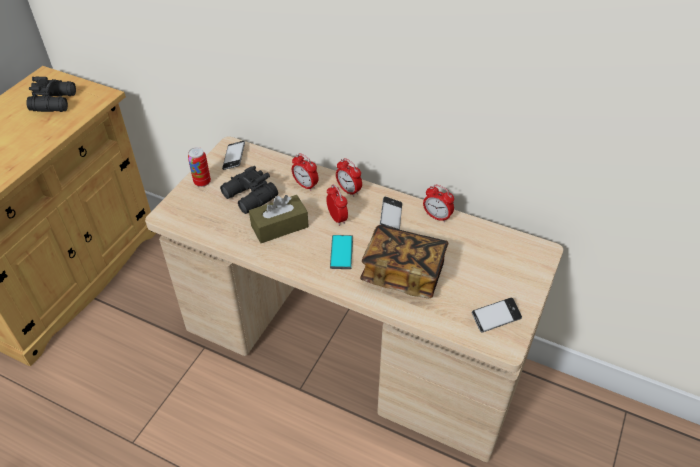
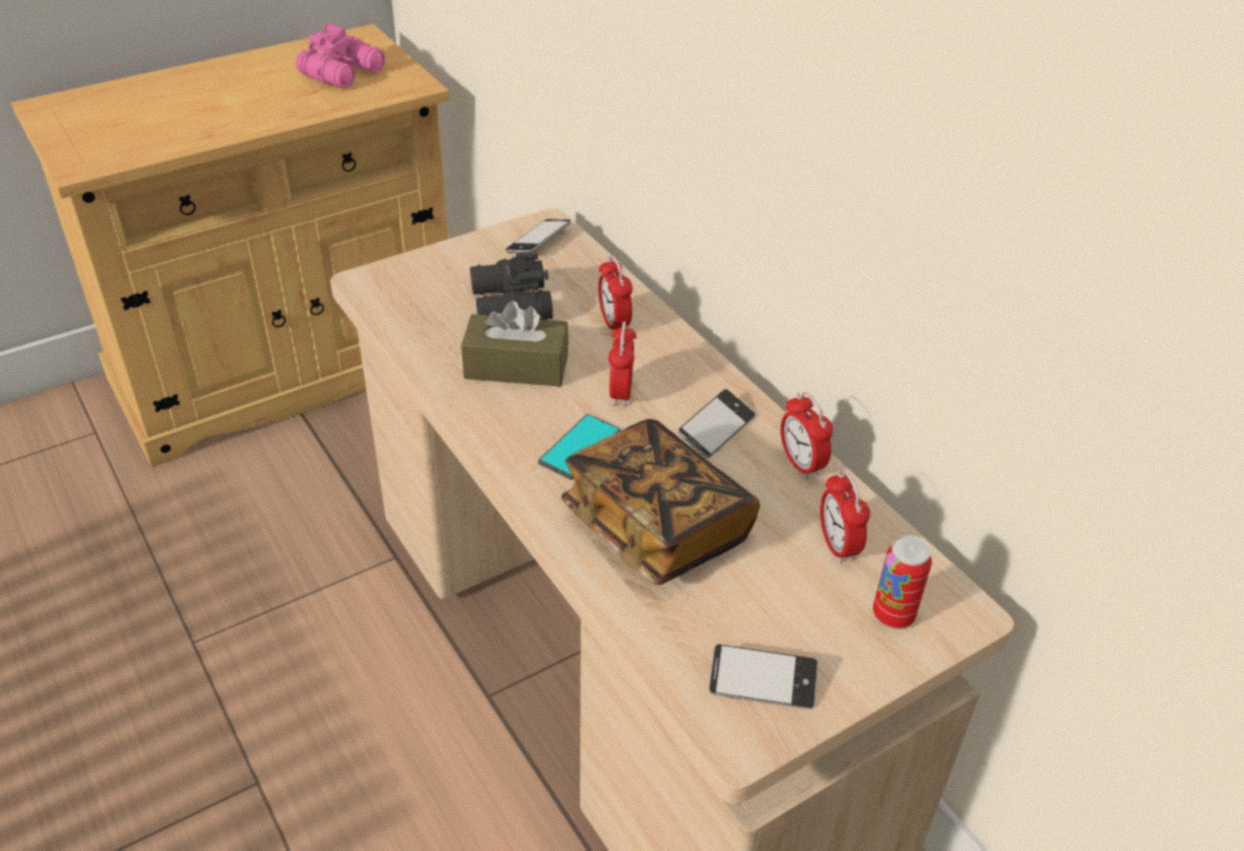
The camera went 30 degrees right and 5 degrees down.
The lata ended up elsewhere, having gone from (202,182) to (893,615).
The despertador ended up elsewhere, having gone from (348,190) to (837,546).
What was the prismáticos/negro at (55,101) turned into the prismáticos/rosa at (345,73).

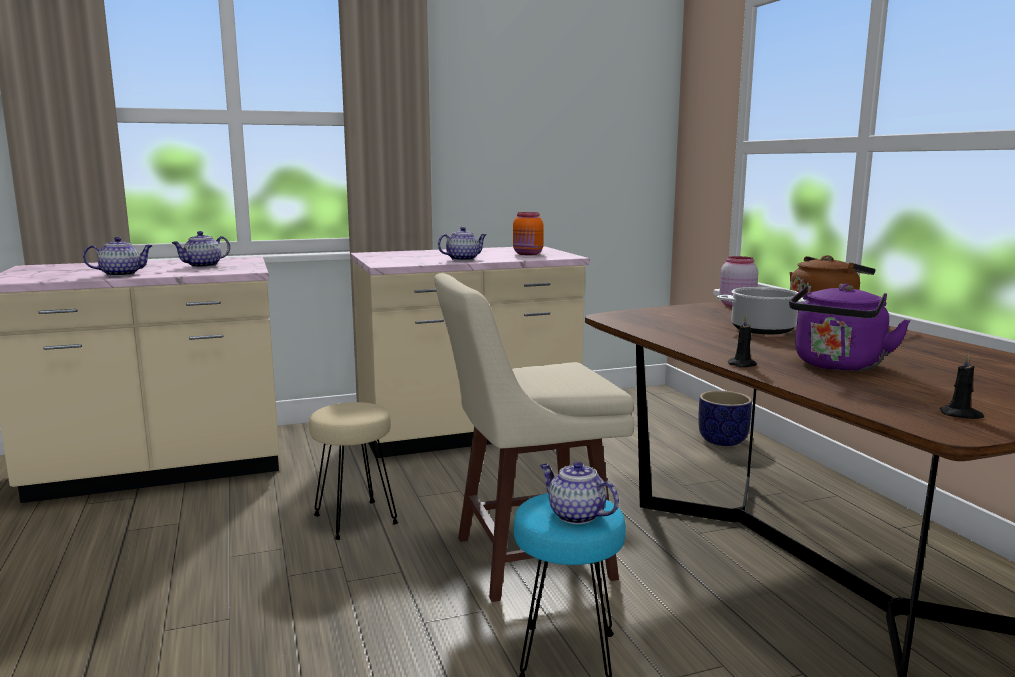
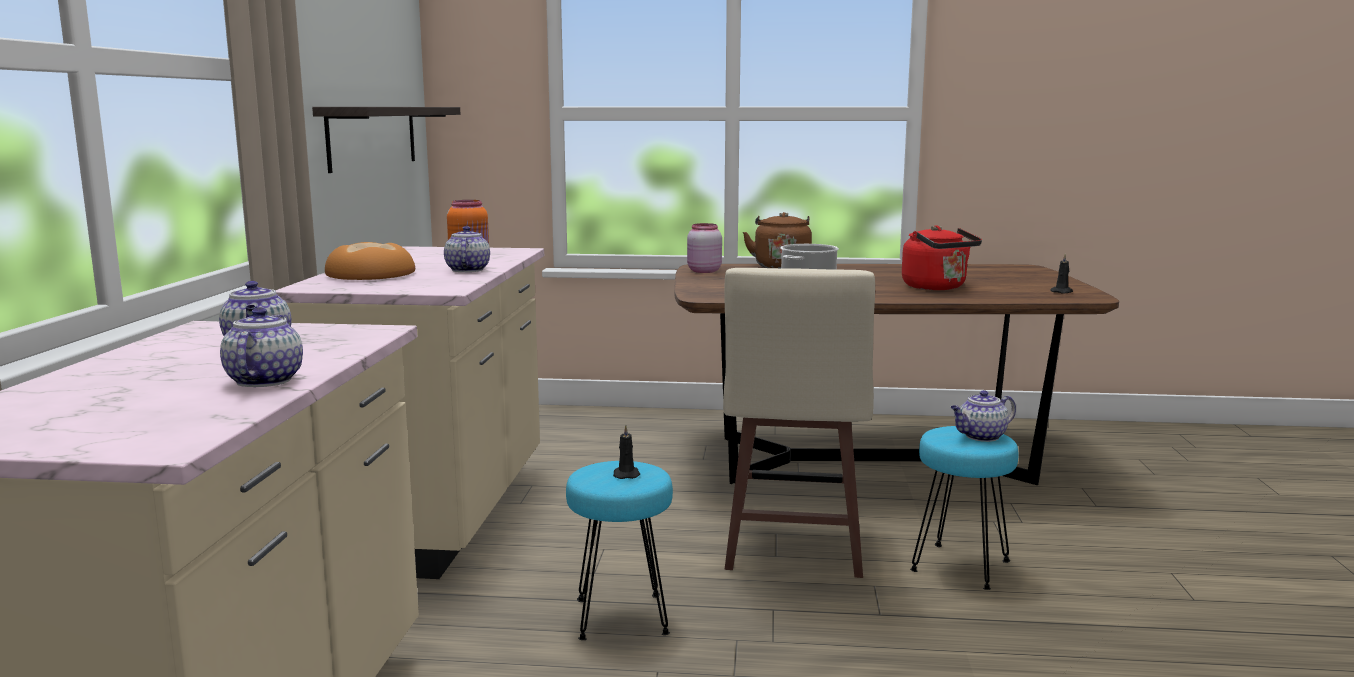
The camera went 65 degrees left and 0 degrees up.
The second view lost the maceta at (723,440).
The second view gained the estante at (373,136).
The second view gained the pan at (371,274).
The vela/negro ended up elsewhere, having gone from (743,365) to (626,474).
What was the taburete/beis at (354,520) turned into the taburete/turquesa at (621,617).
What was the hervidor/morado at (837,366) turned into the hervidor/rojo at (937,288).

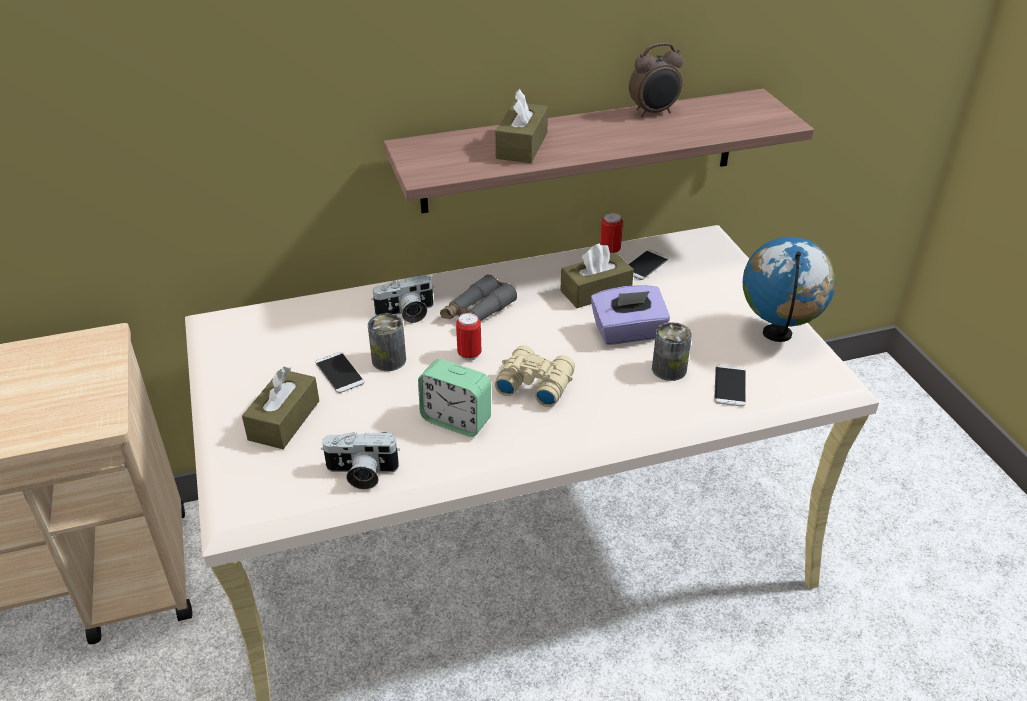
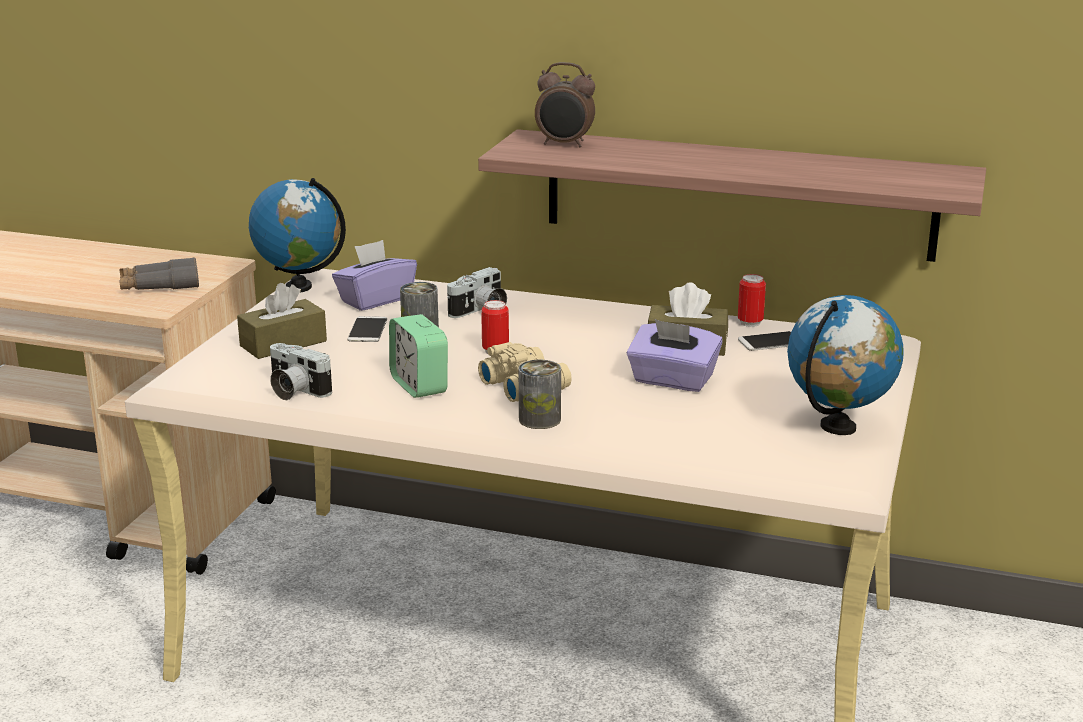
The camera went 35 degrees right and 15 degrees down.
The second view lost the caja de pañuelos/marrón at (522,145).
The second view lost the móvil at (730,386).
The second view gained the globo terráqueo at (299,287).
The second view gained the caja de pañuelos/morado at (375,300).
The prismáticos/gris ended up elsewhere, having gone from (477,312) to (160,286).
The despertador ended up elsewhere, having gone from (653,112) to (564,144).
The lata ended up elsewhere, having gone from (669,369) to (539,419).
The cámara at (406,314) ended up facing another way, 60 degrees counterclockwise from before.

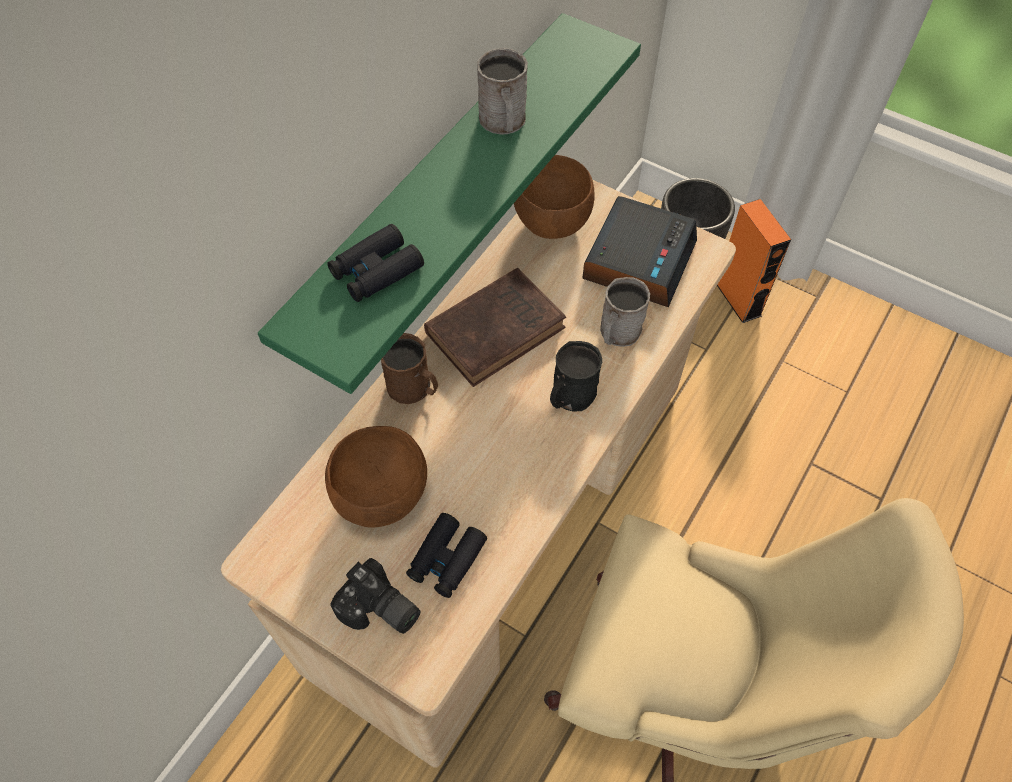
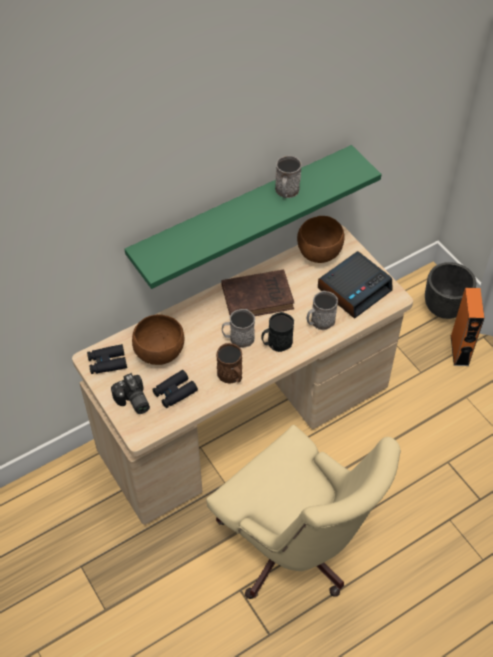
The camera went 25 degrees right and 5 degrees down.
The second view gained the taza grande/gris at (238,338).
The prismáticos/negro ended up elsewhere, having gone from (376,271) to (107,362).
The taza grande/marrón ended up elsewhere, having gone from (414,388) to (231,375).

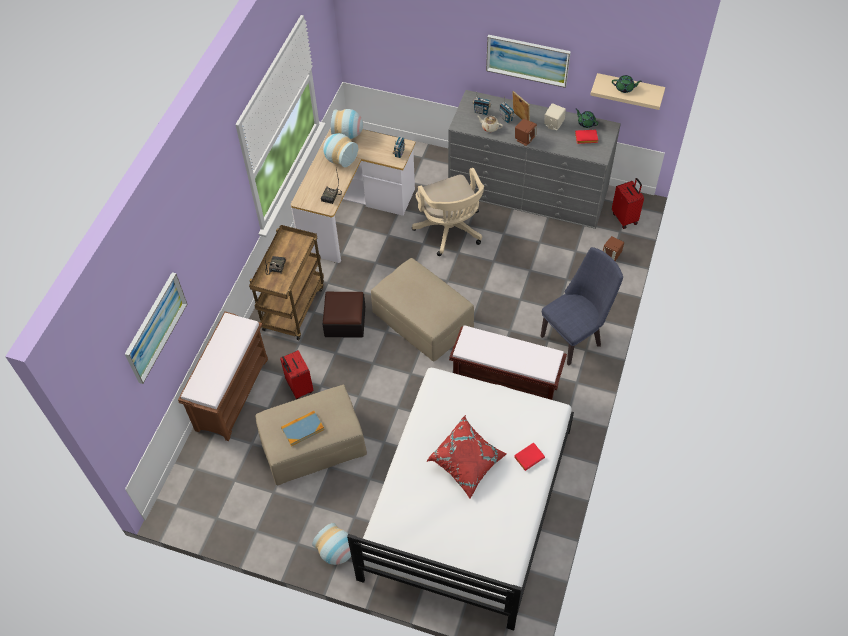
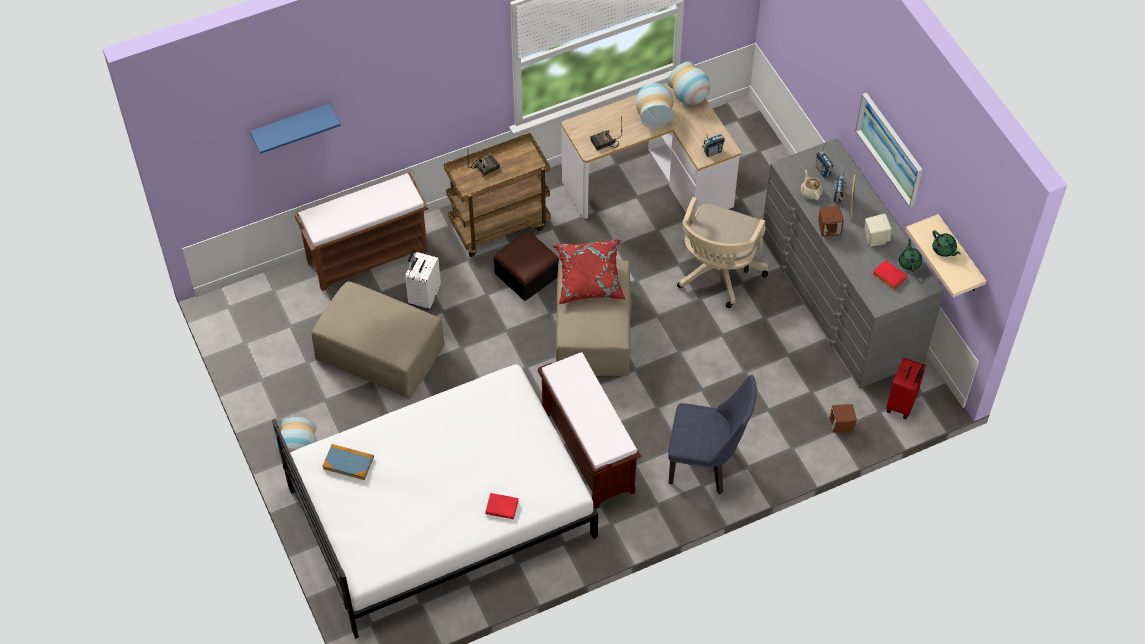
The camera went 45 degrees right and 0 degrees up.
The libro ended up elsewhere, having gone from (302,429) to (348,463).
The cojín/rojo ended up elsewhere, having gone from (467,463) to (589,281).
Where the cuadro hung at (155,327), the estante/azul came to hang at (291,127).
What was the maleta/rojo at (299,387) turned into the maleta/blanco at (424,296).

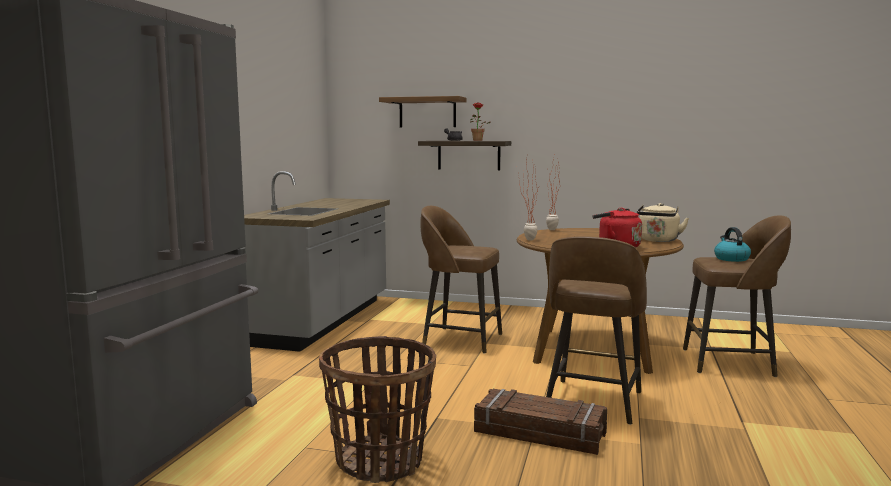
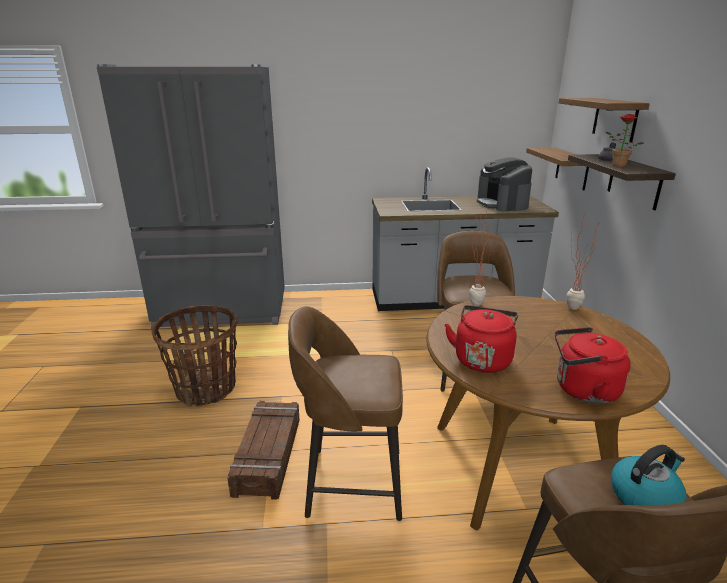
The camera went 70 degrees right and 15 degrees up.
The second view gained the cafetera at (502,204).
The second view gained the estante at (572,168).
What was the hervidor/beis at (658,240) turned into the hervidor/rojo at (582,390).

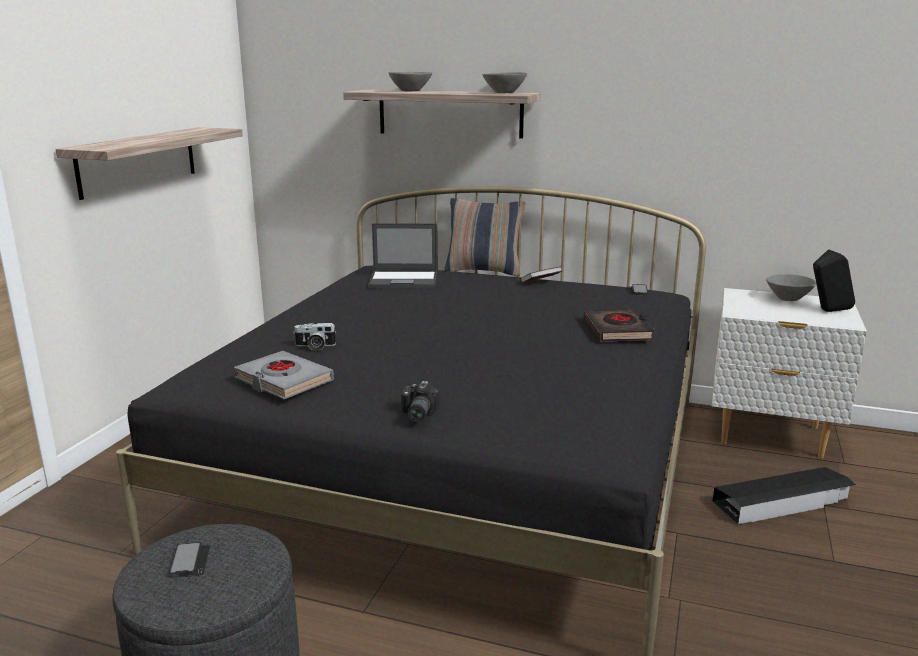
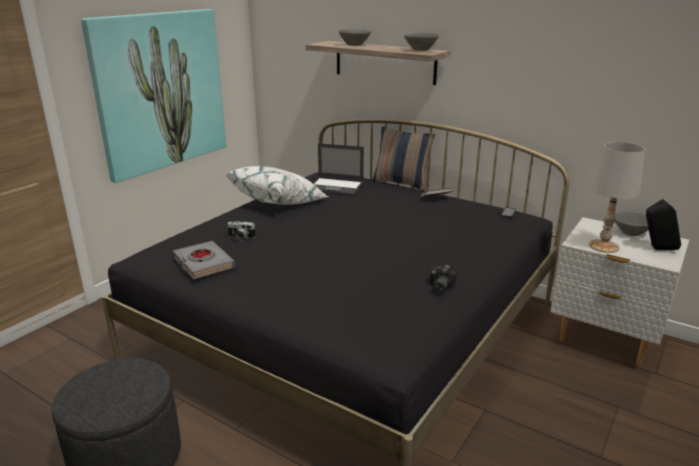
The camera went 15 degrees right and 5 degrees up.
The second view lost the móvil at (190,561).
The second view lost the libro/negro at (617,330).
The second view lost the caja de almacenaje/negro at (782,502).
The second view gained the cojín/blanco at (279,202).
The second view gained the lámpara de mesa/blanco at (604,246).
The cámara ended up elsewhere, having gone from (416,414) to (439,287).
Where the estante hung at (138,161), the cuadro came to hang at (160,91).

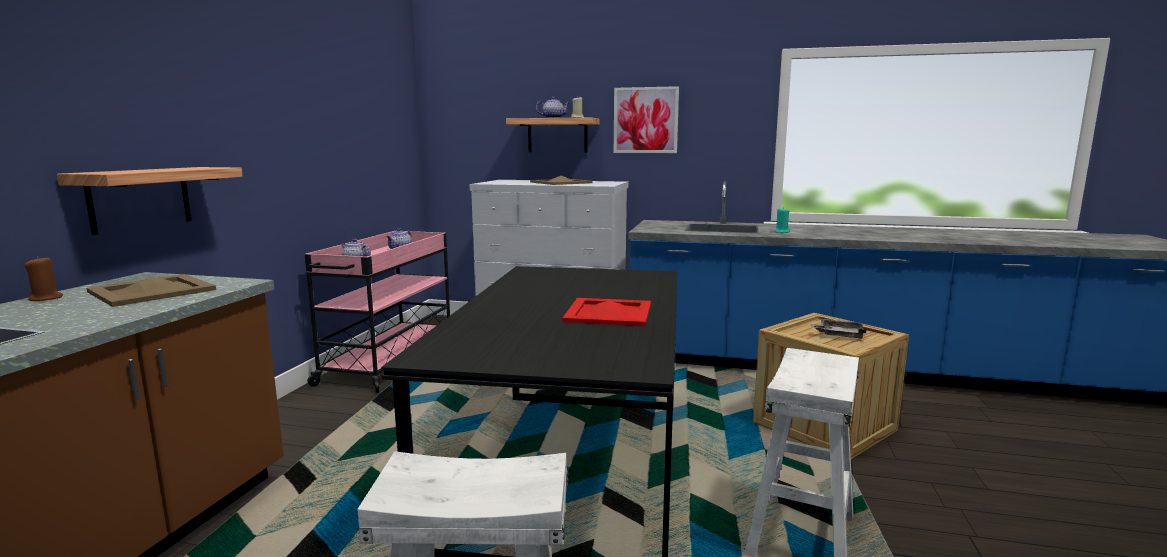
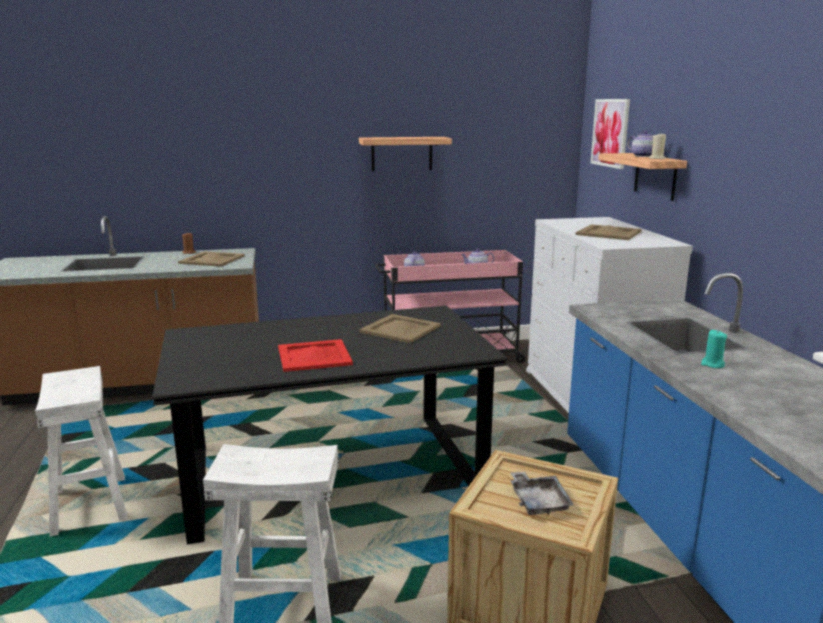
The camera went 65 degrees right and 5 degrees up.
The second view gained the bandeja/beis at (400,329).
The estante ended up elsewhere, having gone from (140,198) to (401,153).
The cuadro ended up elsewhere, having gone from (645,120) to (610,133).

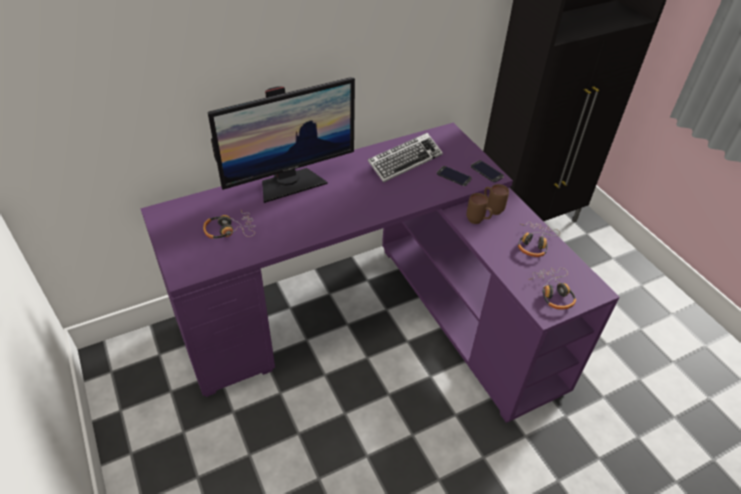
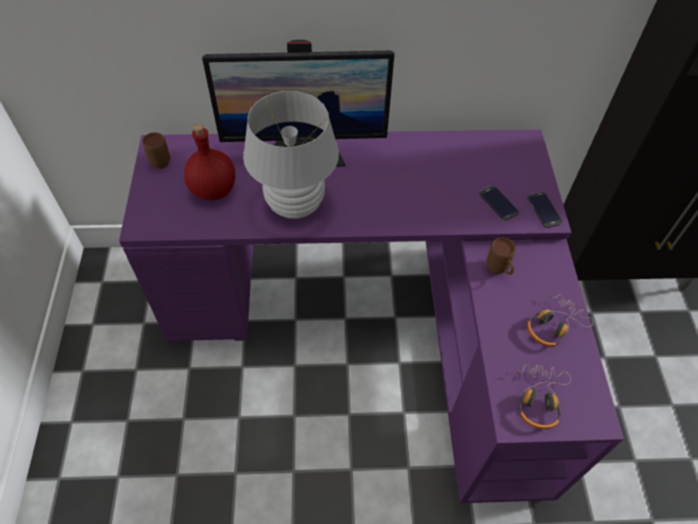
The camera went 25 degrees right and 10 degrees up.
The second view lost the teclado at (405,161).
The second view gained the lámpara de mesa/blanco at (295,204).
The taza grande/marrón ended up elsewhere, having gone from (492,209) to (160,160).
Where the auriculares stood at (230,230), the botella/rojo came to stand at (213,190).

